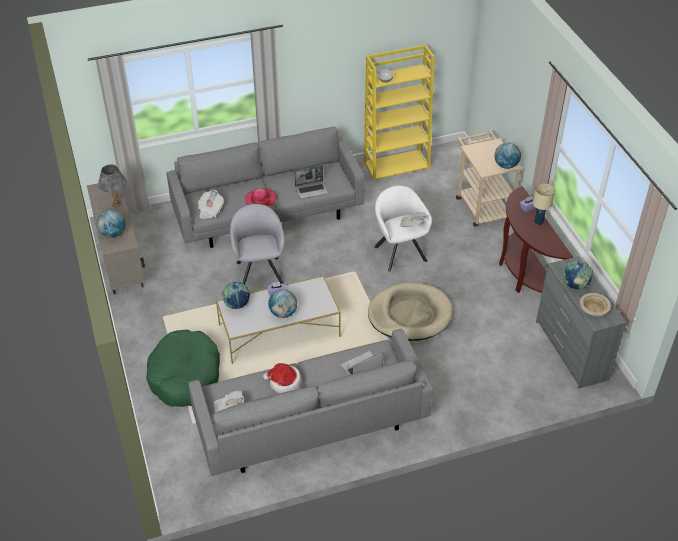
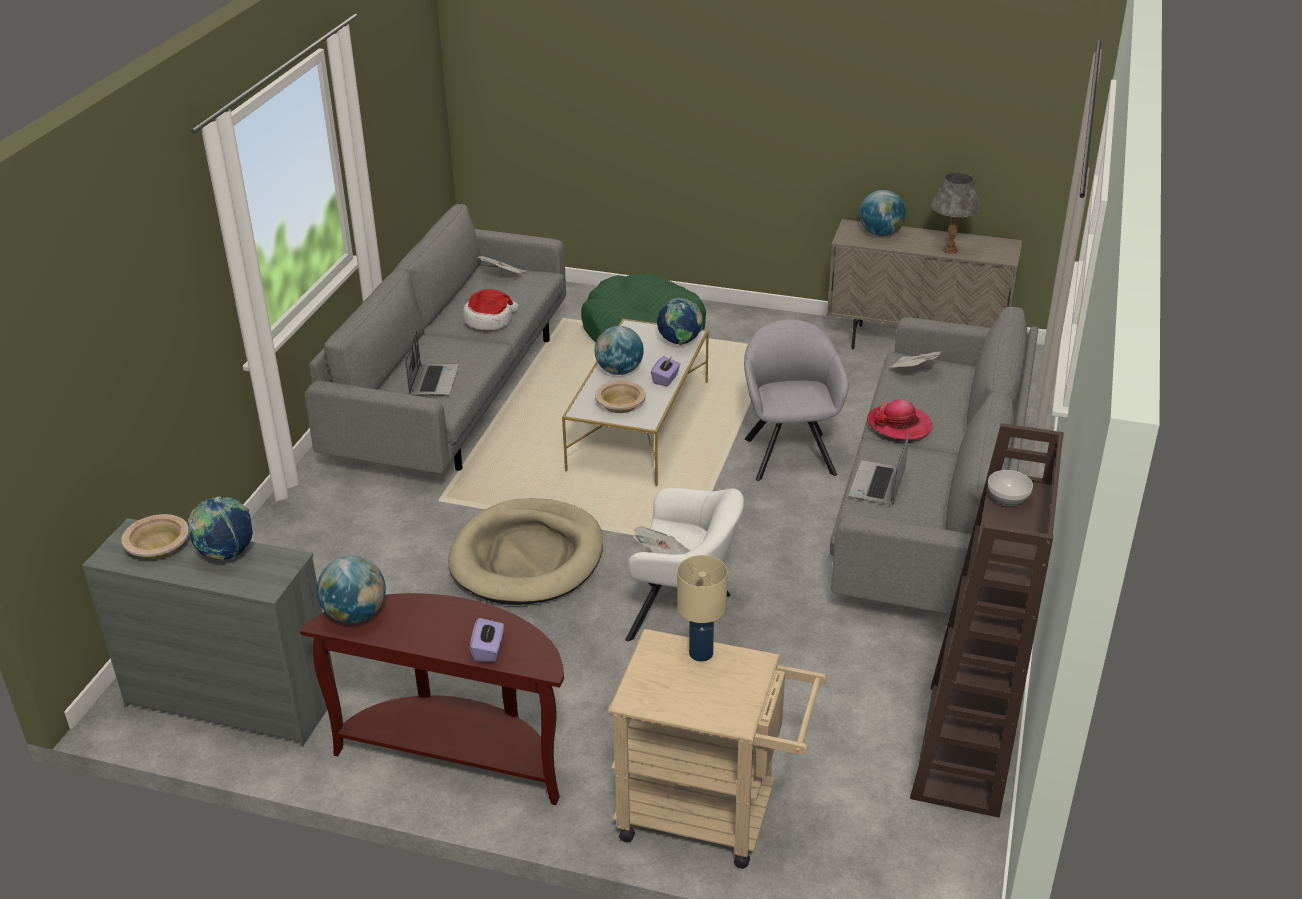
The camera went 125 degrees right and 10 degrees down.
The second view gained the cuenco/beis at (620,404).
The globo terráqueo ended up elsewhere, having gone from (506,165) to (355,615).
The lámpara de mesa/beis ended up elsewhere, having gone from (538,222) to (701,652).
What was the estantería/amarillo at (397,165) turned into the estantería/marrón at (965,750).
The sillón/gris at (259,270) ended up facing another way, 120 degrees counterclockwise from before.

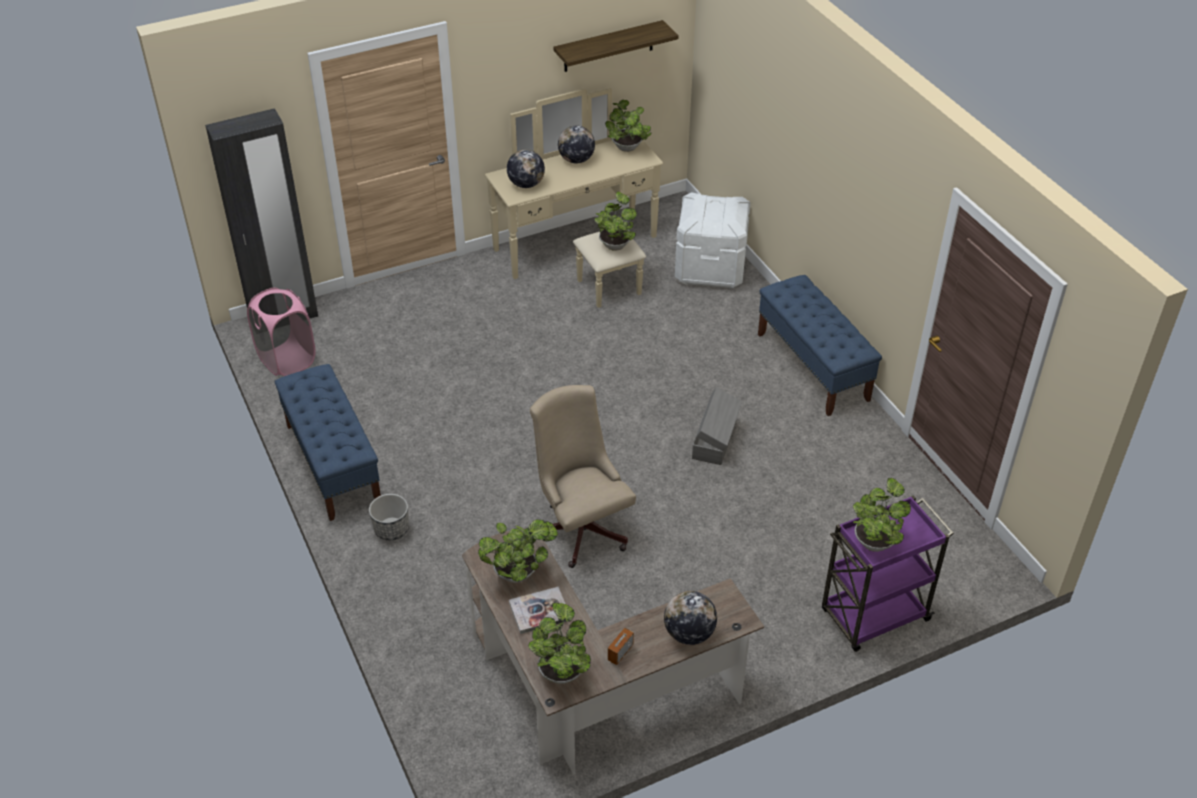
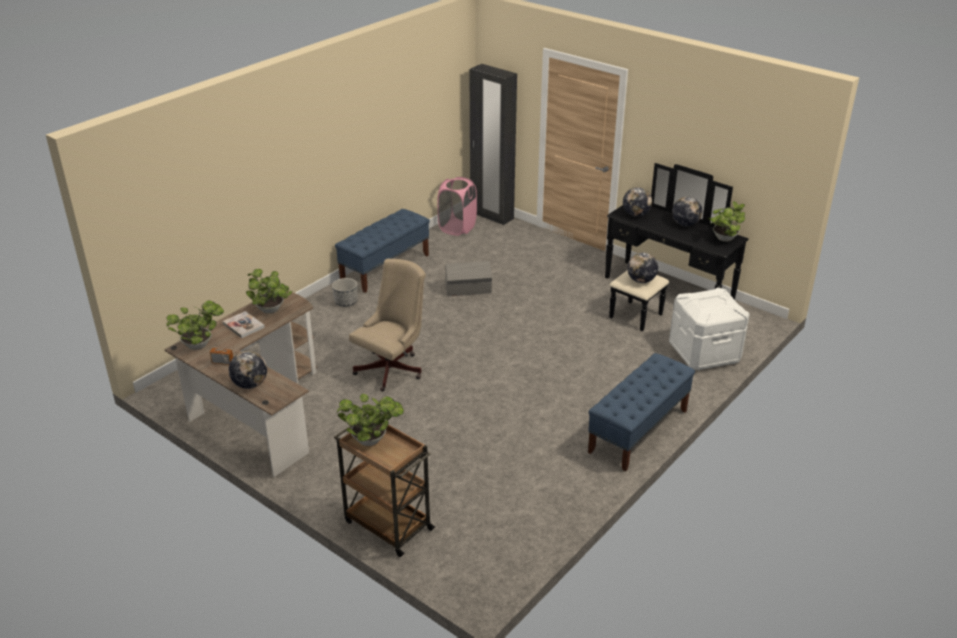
The camera went 65 degrees right and 10 degrees down.
The second view lost the estante at (608,46).
The caja de almacenaje/gris ended up elsewhere, having gone from (715,439) to (468,289).
Where the planta en maceta stood at (615,244), the globo terráqueo came to stand at (641,280).
What was the cómoda/beis at (583,253) turned into the cómoda/negro at (661,295).
What was the carrito/morado at (873,616) turned into the carrito/marrón at (387,524).

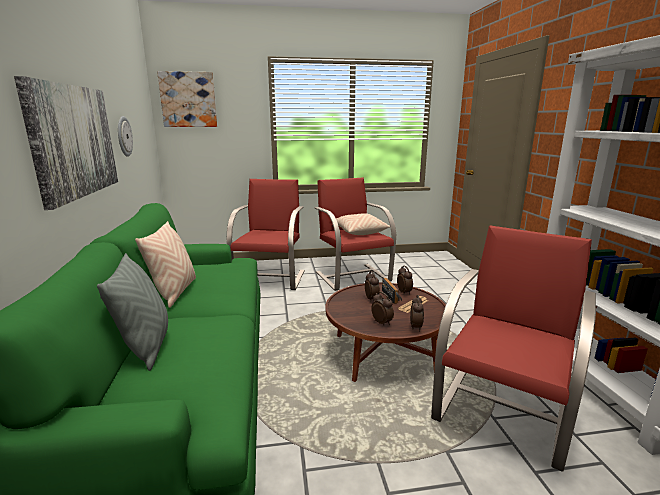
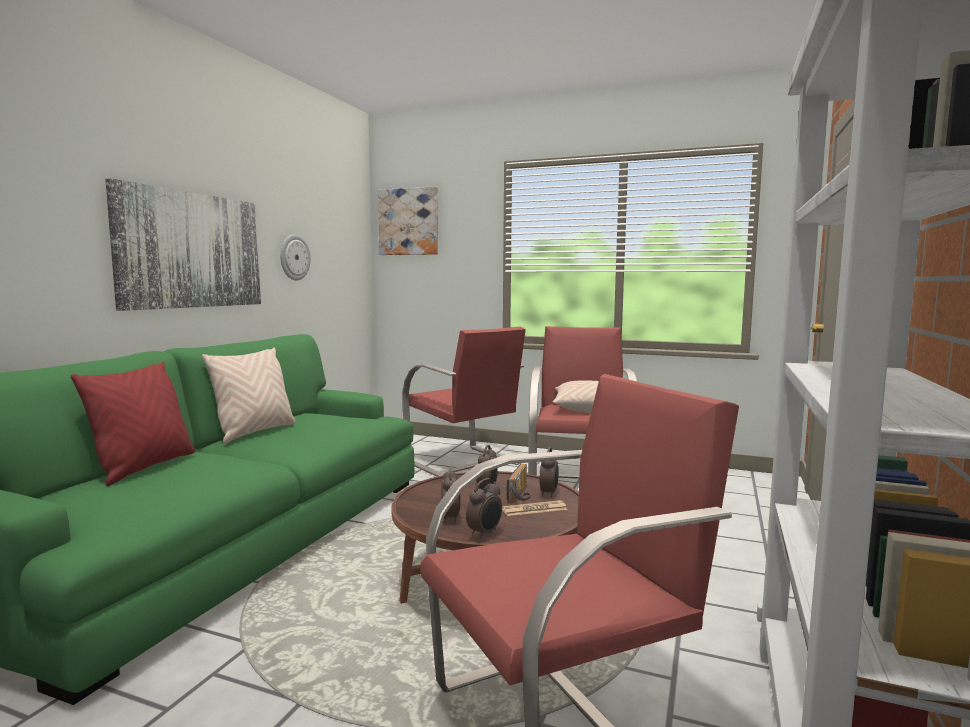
The camera went 30 degrees right and 10 degrees down.
What was the cojín/gris at (146,346) turned into the cojín/rojo at (144,467).
The sillón/rojo at (270,278) ended up facing another way, 105 degrees clockwise from before.

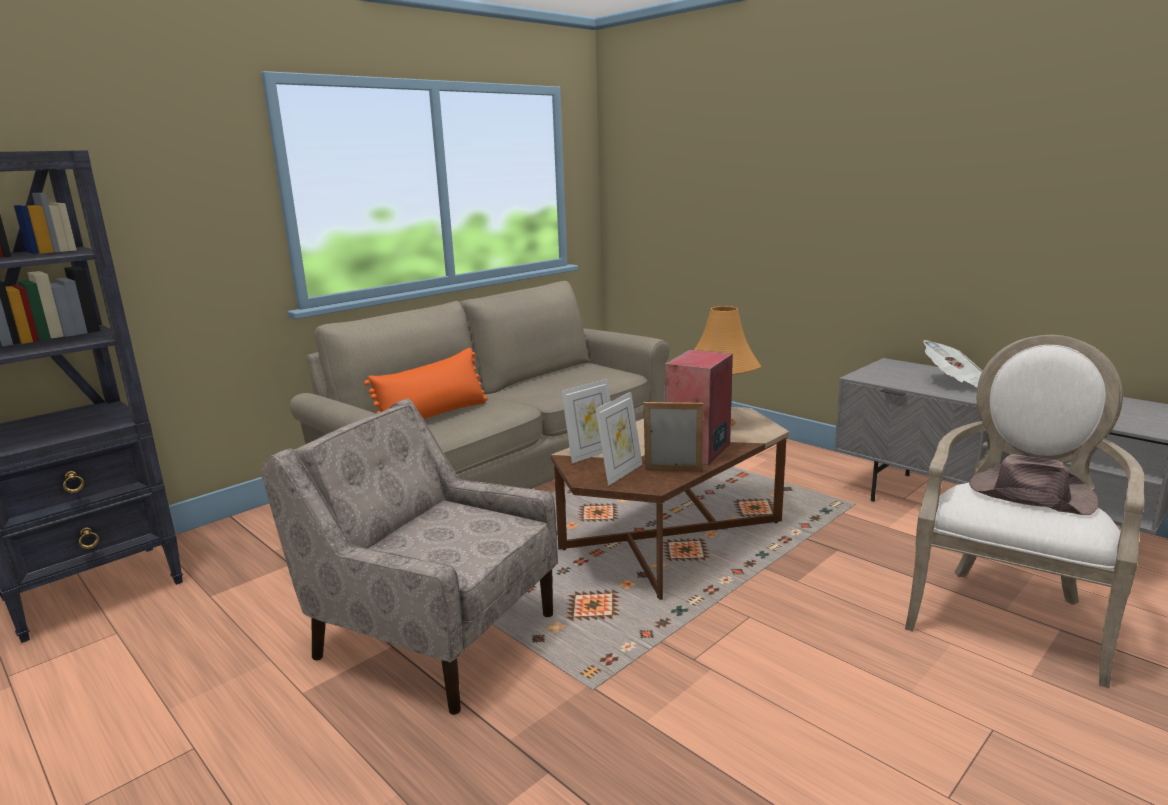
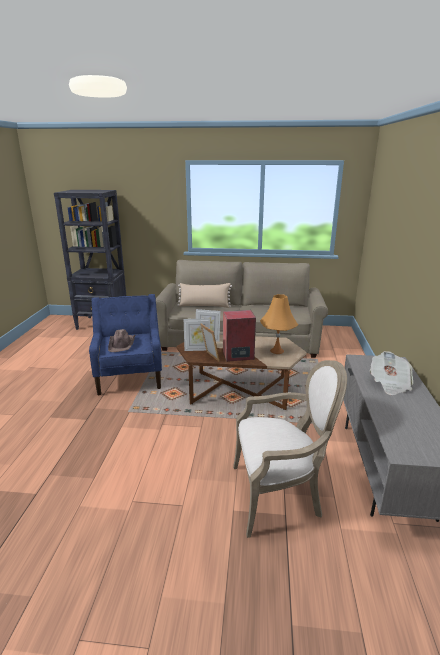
The camera went 50 degrees right and 5 degrees up.
The sombrero/marrón ended up elsewhere, having gone from (1029,494) to (122,344).
What was the sillón/beis at (435,634) turned into the sillón/azul at (130,375).
What was the cojín/naranja at (434,416) turned into the cojín/beis at (204,306).

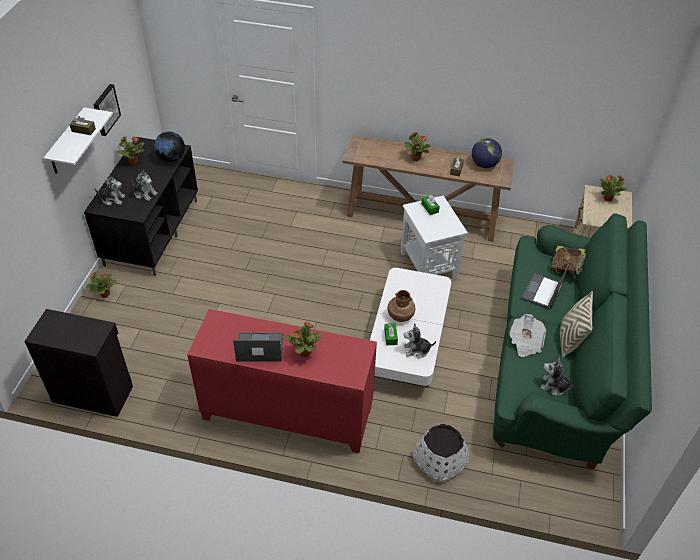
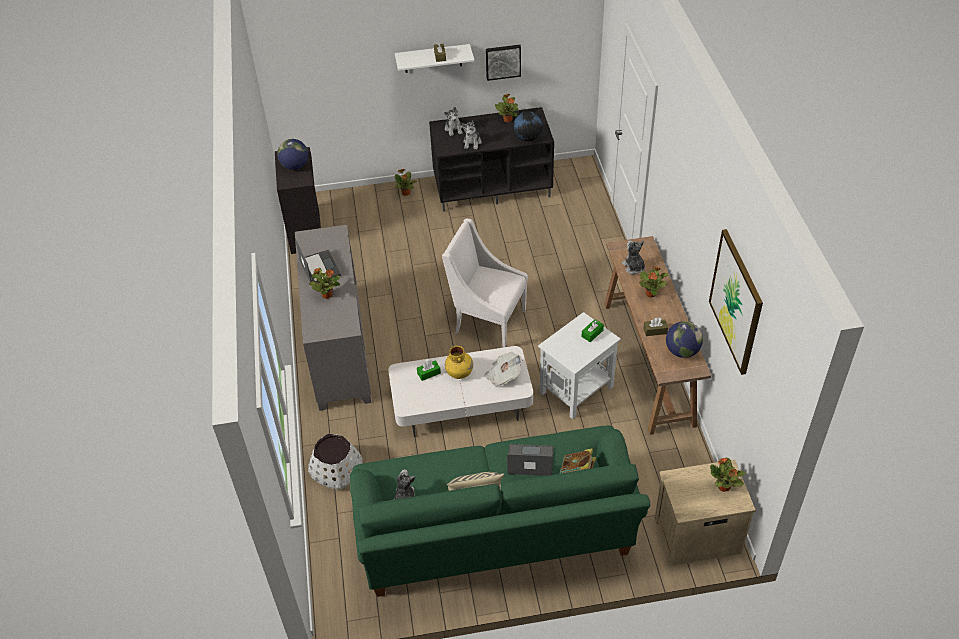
The camera went 70 degrees right and 0 degrees up.
The second view gained the globo terráqueo at (295,166).
The second view gained the sillón/blanco at (487,321).
The second view gained the cuadro at (736,301).
The peluche ended up elsewhere, having gone from (417,350) to (633,267).
The periódico ended up elsewhere, having gone from (525,342) to (503,375).
What was the armario/rojo at (287,414) turned into the armario/gris at (338,349).
What was the florero/marrón at (400,315) turned into the florero/amarillo at (459,372).

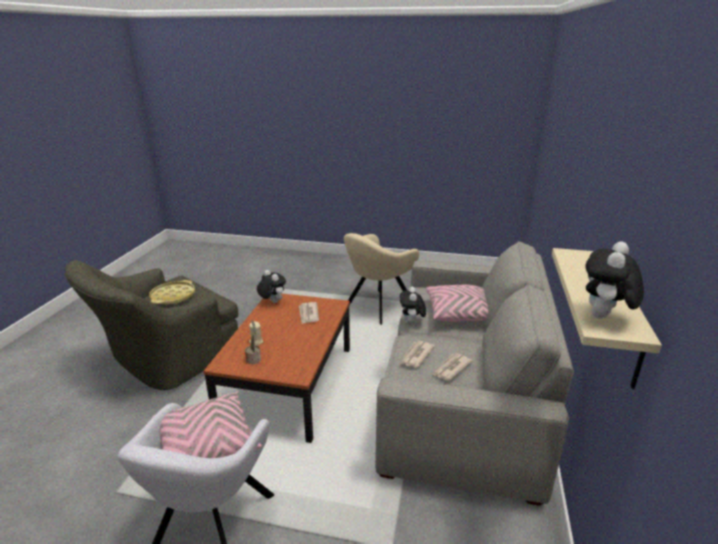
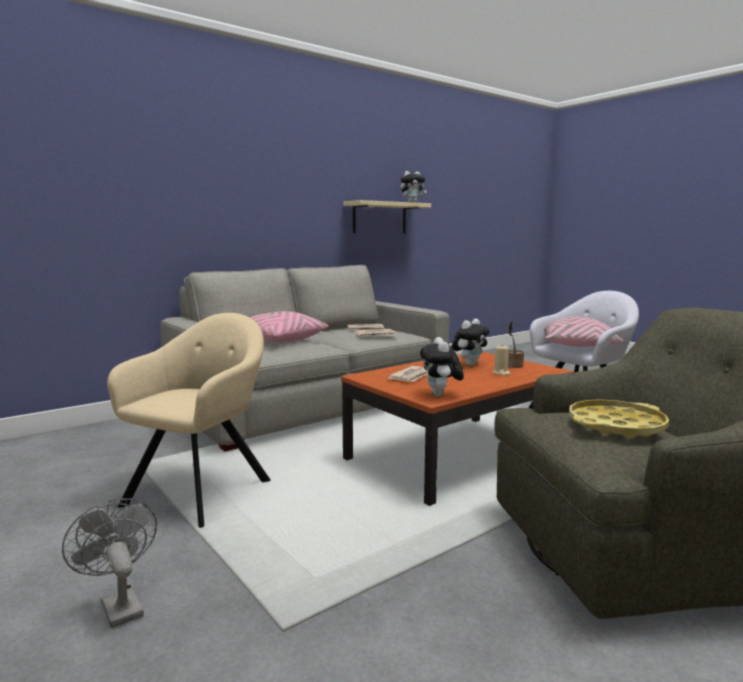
The camera went 140 degrees left and 15 degrees down.
The second view gained the ventilador/gris at (118,605).
The peluche ended up elsewhere, having gone from (411,323) to (469,364).
The sillón/beis at (377,307) ended up facing another way, 60 degrees counterclockwise from before.

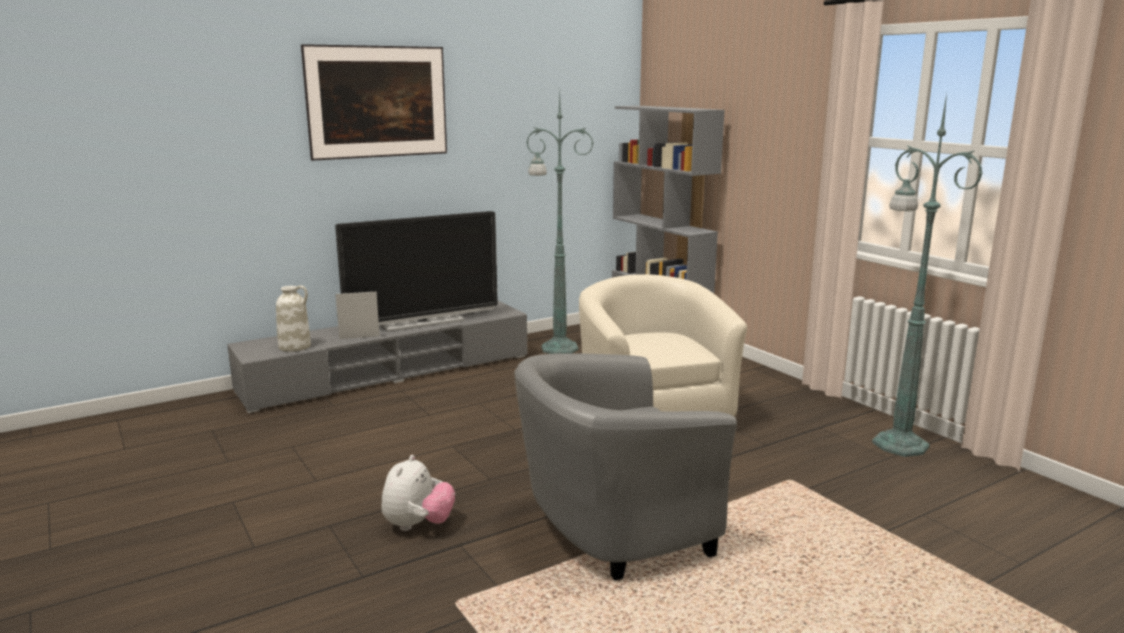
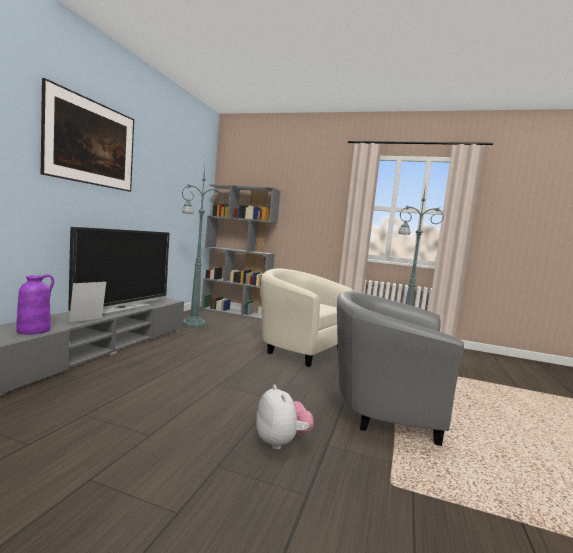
The camera went 40 degrees left and 10 degrees down.
What was the florero/blanco at (295,346) turned into the florero/morado at (34,330).
The sillón/gris at (610,532) ended up facing another way, 75 degrees clockwise from before.

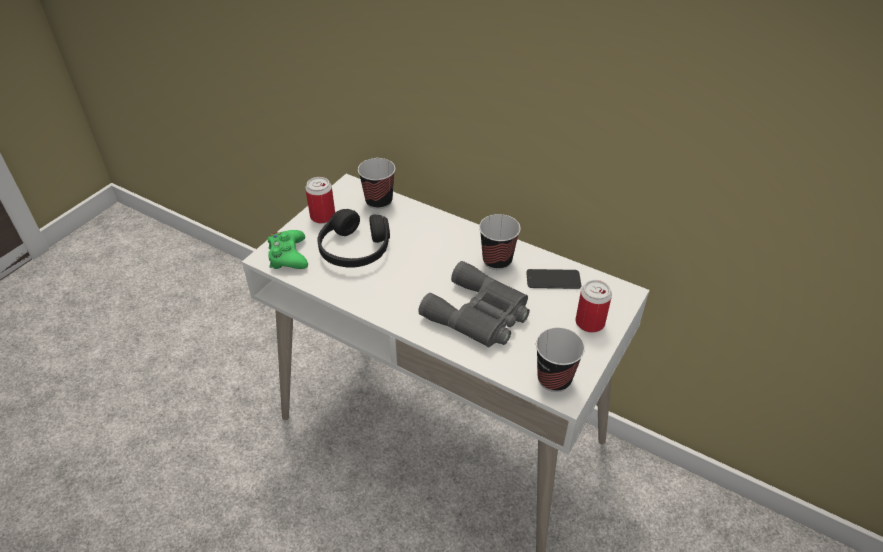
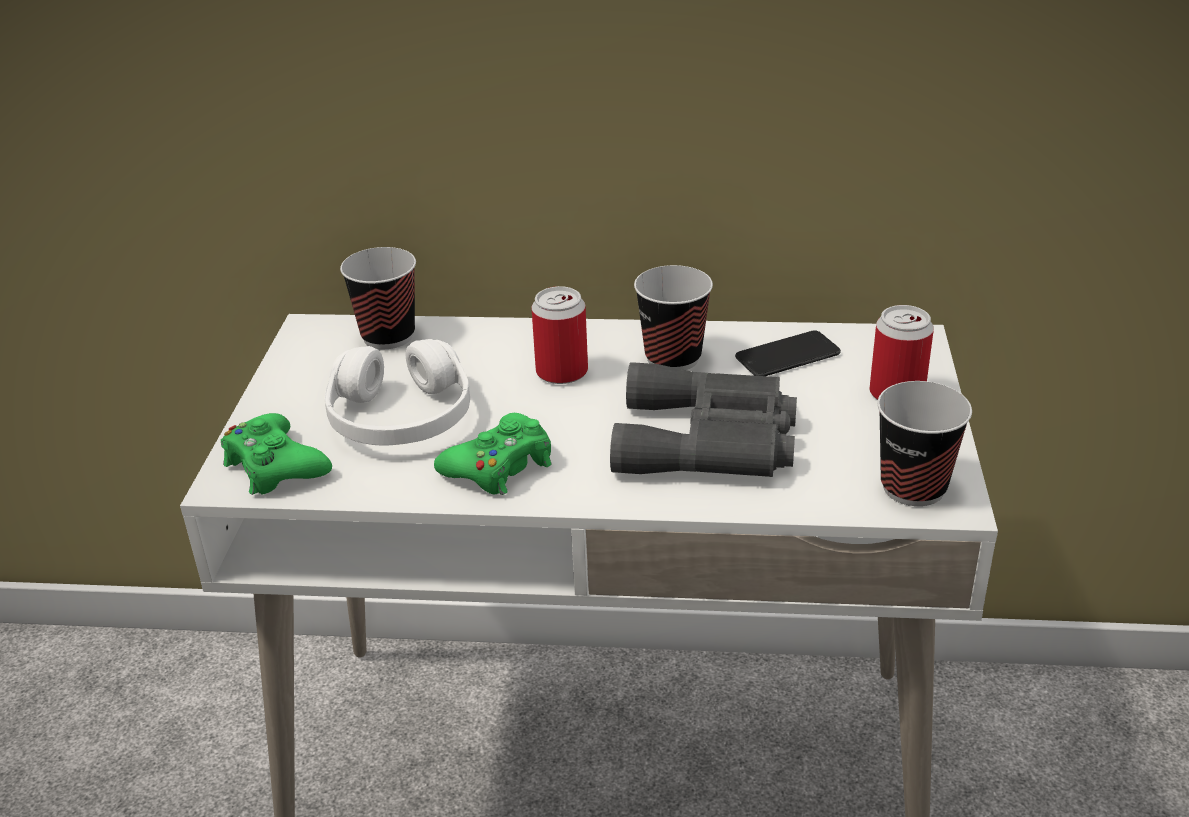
The camera went 25 degrees left and 10 degrees down.
The second view gained the mando de consola/verde at (500,466).
The lata ended up elsewhere, having gone from (322,216) to (562,372).
What was the auriculares/negro at (354,249) turned into the auriculares/blanco at (401,417).

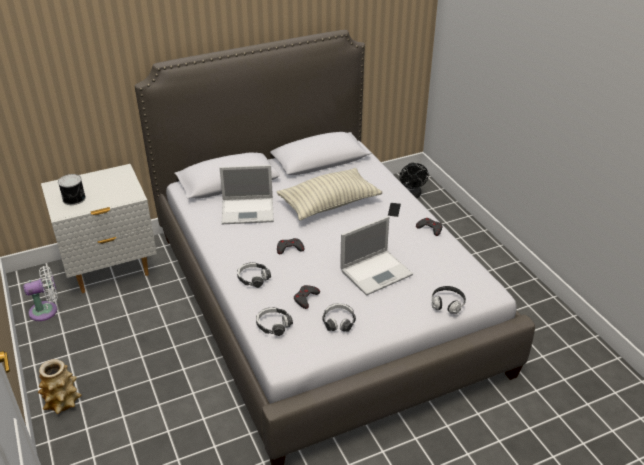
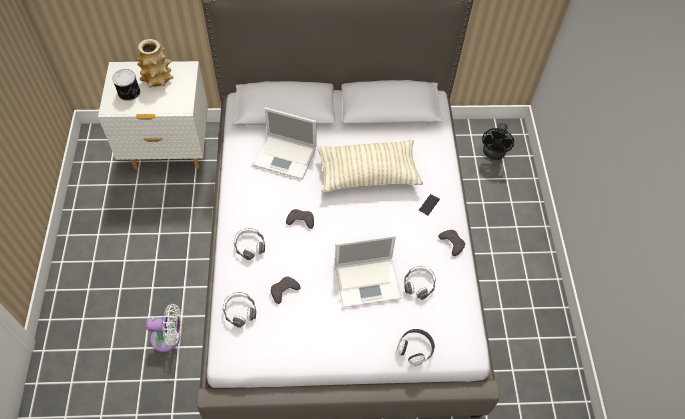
The camera went 20 degrees right and 20 degrees up.
The ventilador/blanco ended up elsewhere, having gone from (46,310) to (169,338).
The florero ended up elsewhere, having gone from (62,402) to (158,79).
The auriculares ended up elsewhere, having gone from (338,321) to (419,284).

